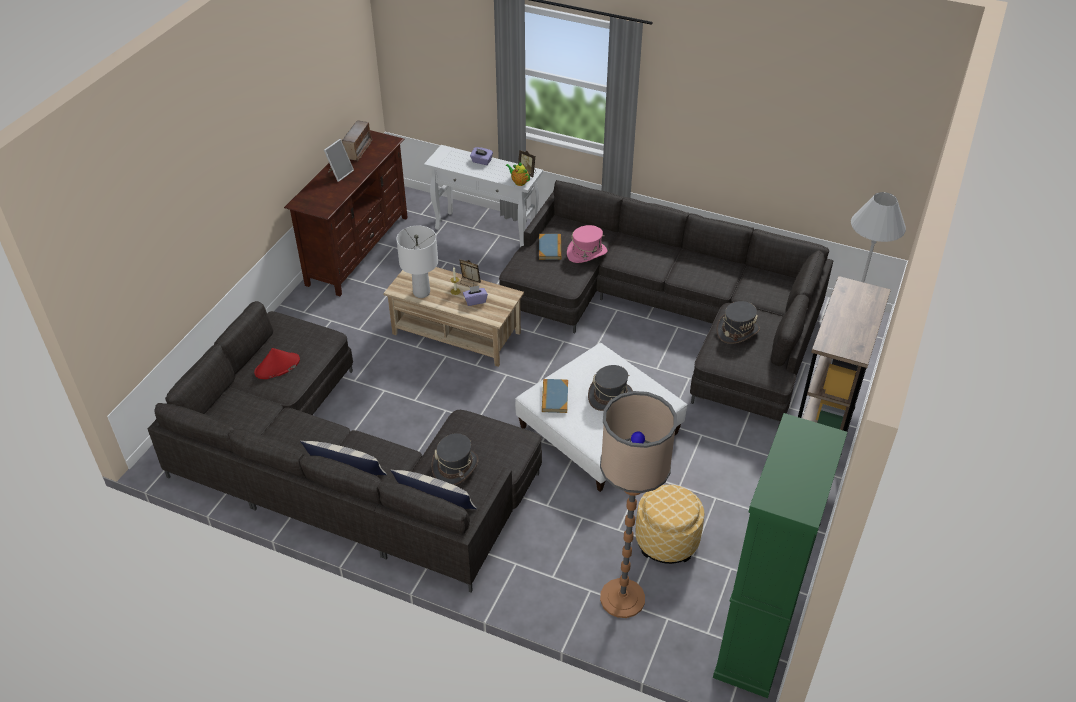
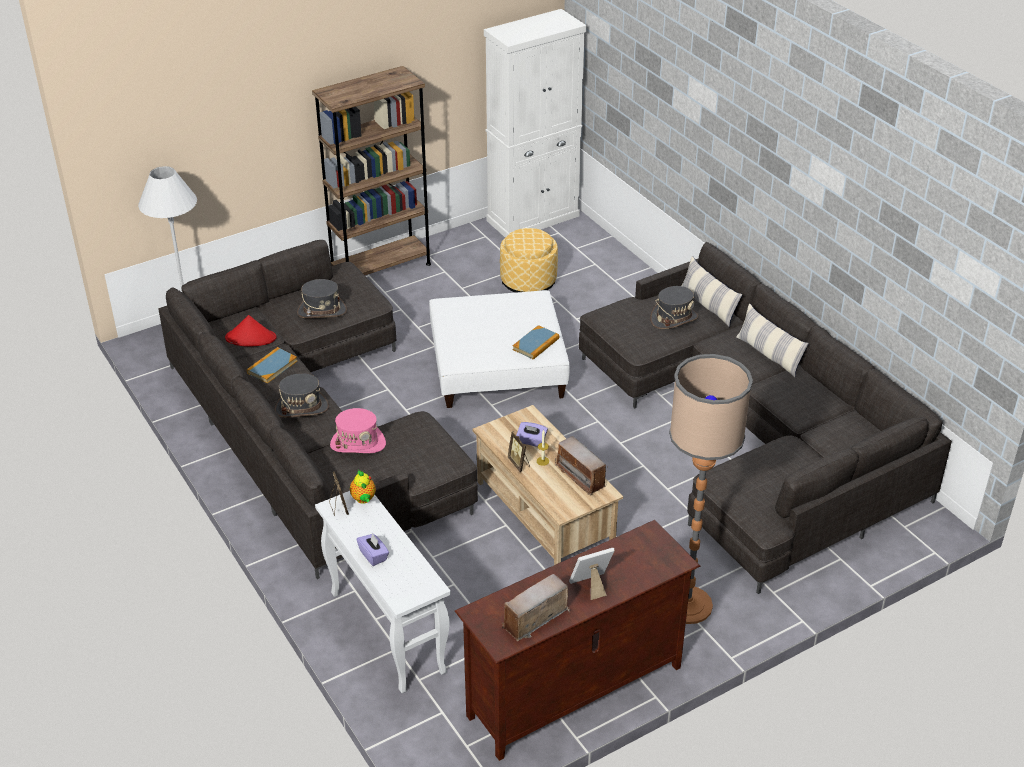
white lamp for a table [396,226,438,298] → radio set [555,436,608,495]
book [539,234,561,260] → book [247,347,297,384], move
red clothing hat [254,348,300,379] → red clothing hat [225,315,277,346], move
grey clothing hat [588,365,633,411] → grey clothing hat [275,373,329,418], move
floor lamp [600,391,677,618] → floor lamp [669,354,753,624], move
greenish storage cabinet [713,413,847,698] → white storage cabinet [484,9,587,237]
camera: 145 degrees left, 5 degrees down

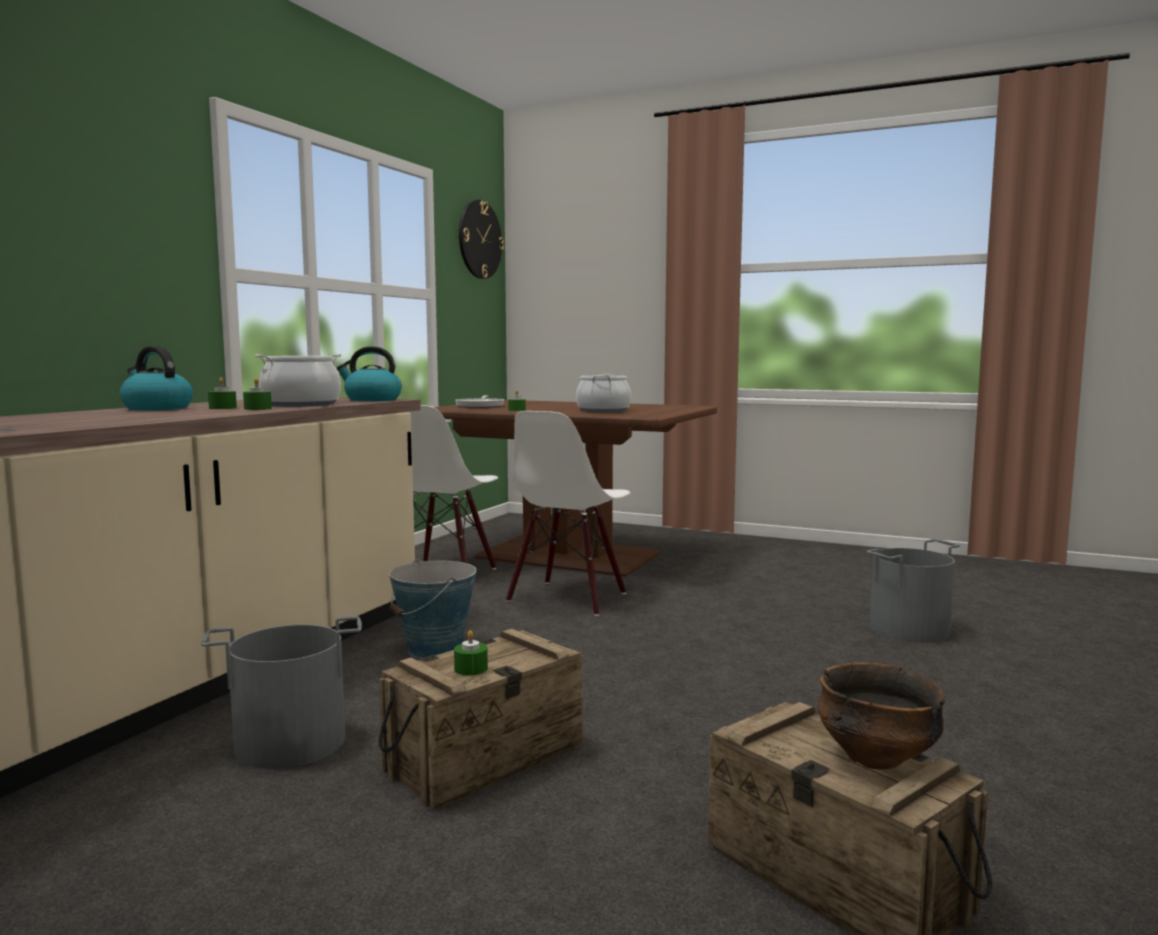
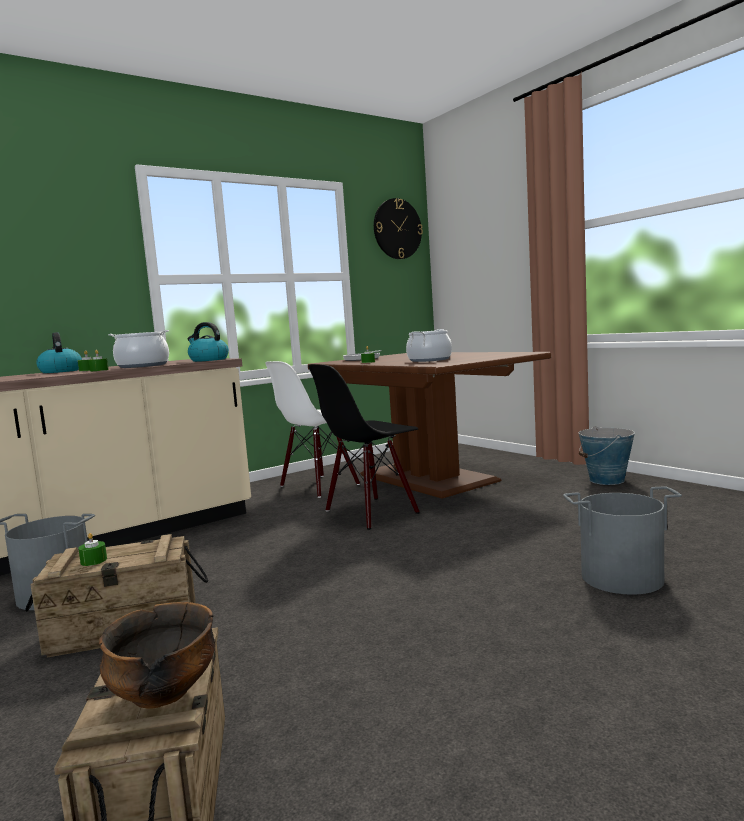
white plain chair [506,411,630,616] → black plain chair [308,364,420,530]
bucket [389,559,477,658] → bucket [578,426,635,485], move
camera: 30 degrees right, 0 degrees up

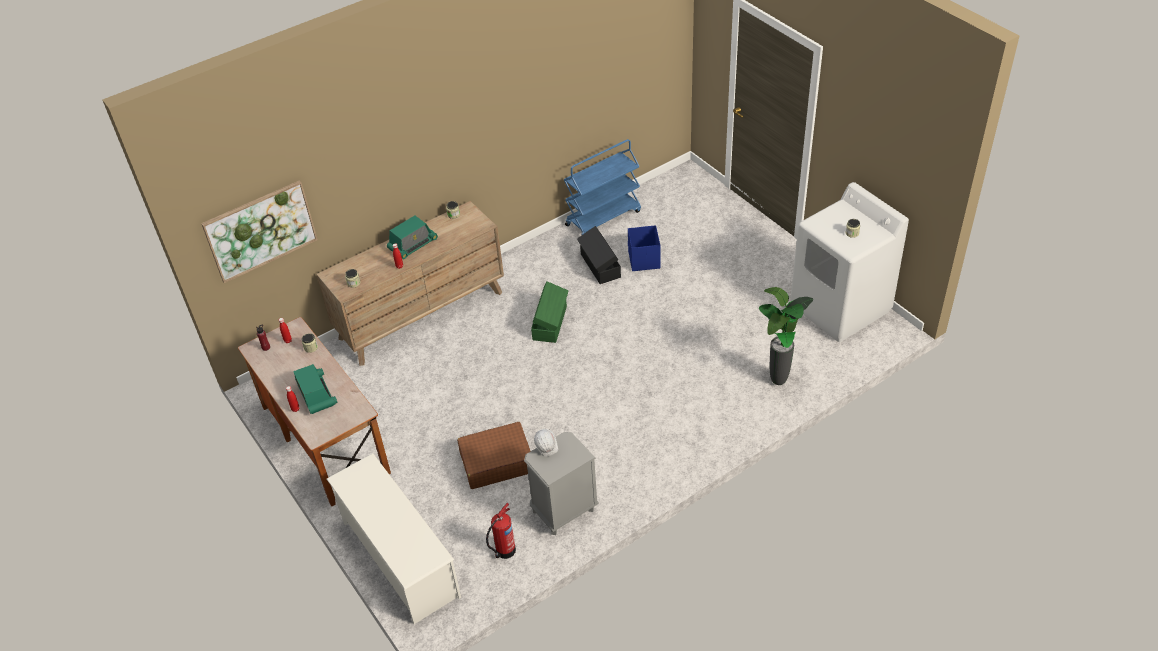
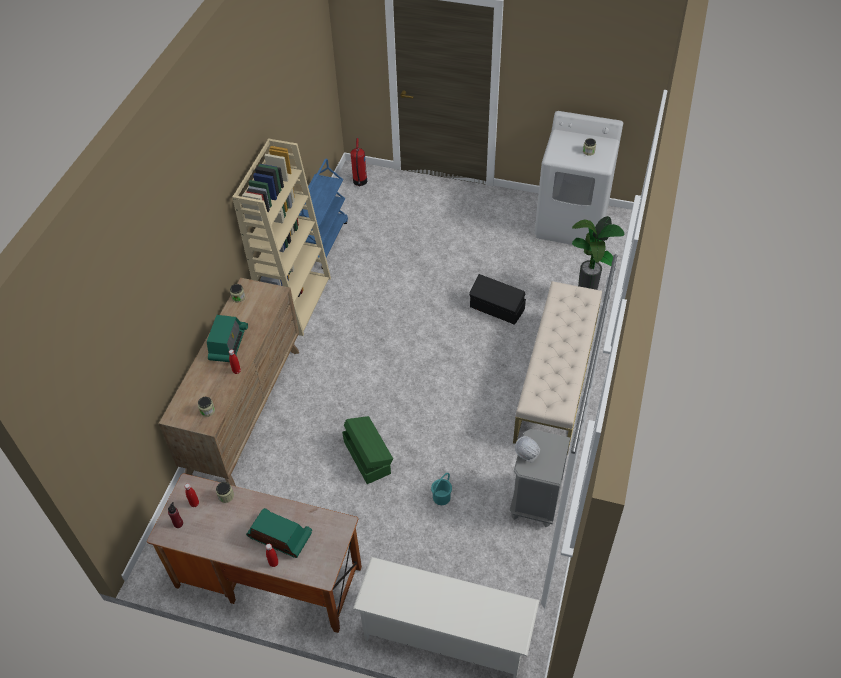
picture [201,180,318,283] → -
blue storage box [628,225,660,271] → -
black storage box [577,226,621,284] → black storage box [469,274,526,325], move
greenish storage box [531,281,568,343] → greenish storage box [342,416,393,484], move
brown-coloured suitcase [457,422,530,489] → blue-green bucket [431,473,452,505]
fire extinguisher [486,503,516,559] → fire extinguisher [351,138,367,187], move
- → beige bookshelf [232,139,331,336]
- → beige bench [513,281,602,455]
camera: 40 degrees left, 5 degrees up

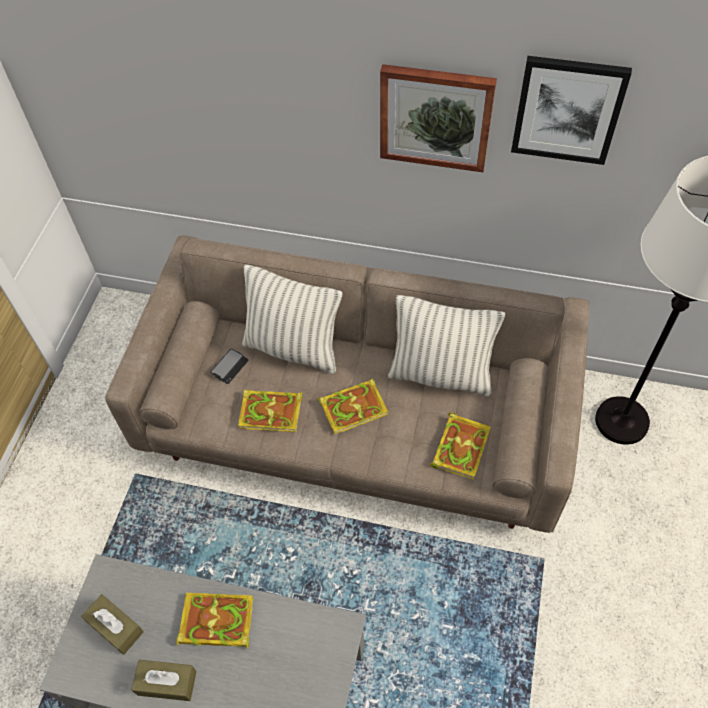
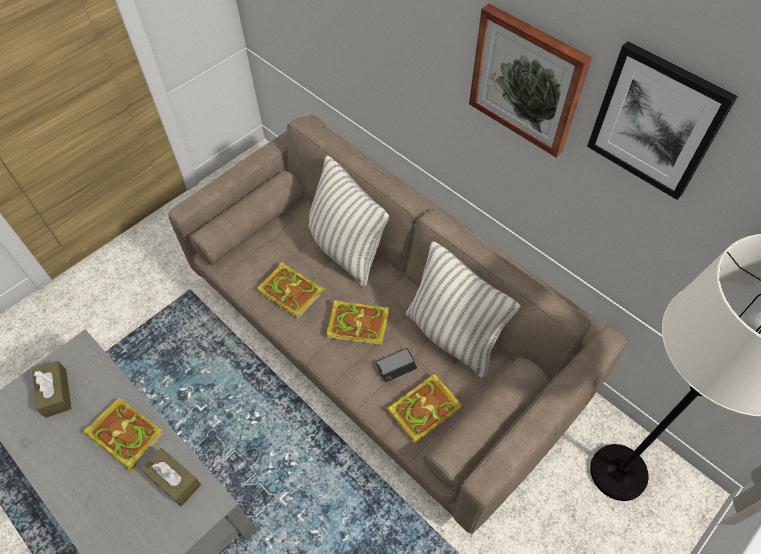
handset [210,349,248,384] → handset [375,348,417,382], move
brown-coloured box of tissues [131,660,197,701] → brown-coloured box of tissues [141,448,201,506], move
camera: 30 degrees right, 0 degrees up

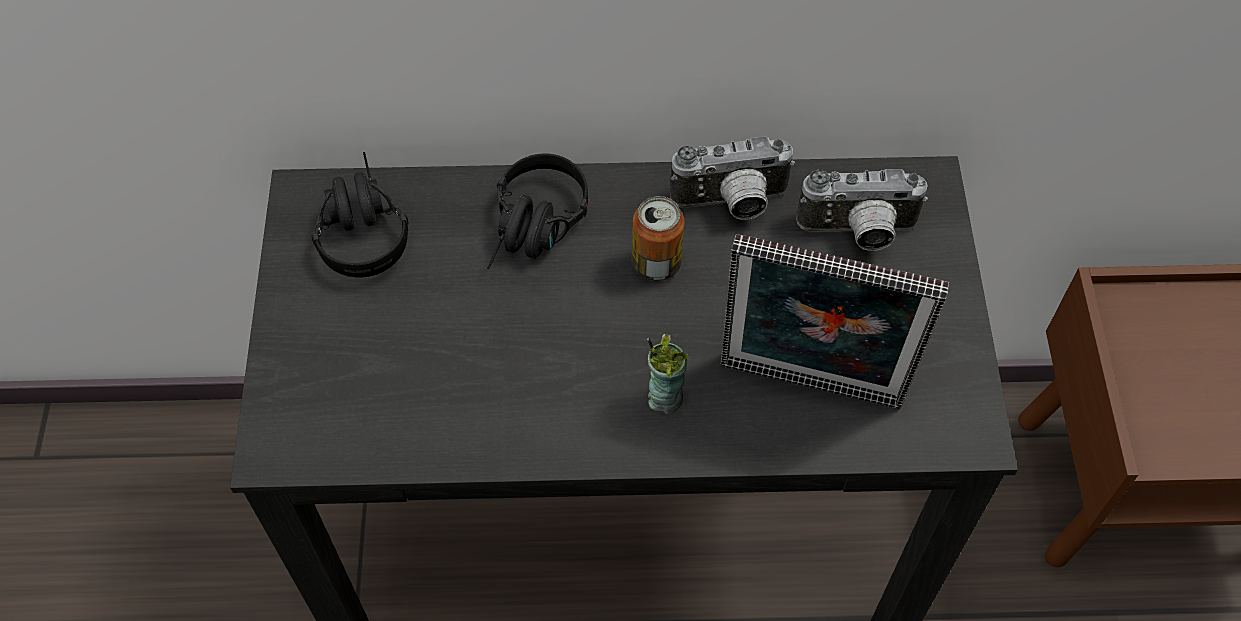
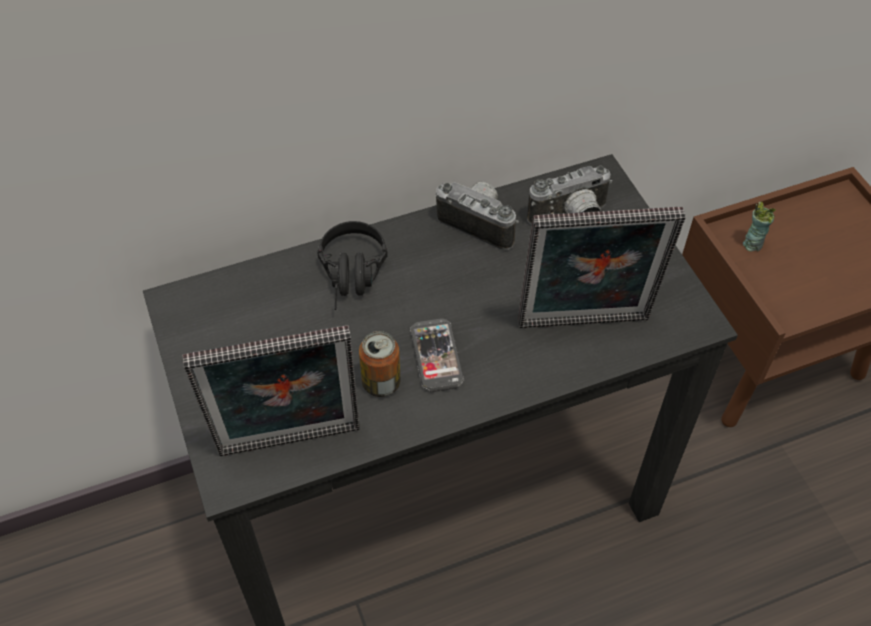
photo camera [670,136,795,220] → photo camera [436,181,519,250], 120 degrees counterclockwise
black pair of headphones [311,152,408,278] → -
can [632,196,685,281] → can [359,331,401,397], move
small cup [647,334,689,414] → small cup [743,201,776,251], move
- → handset [410,318,464,392]
- → photo frame [183,325,360,456]
camera: 20 degrees left, 5 degrees down

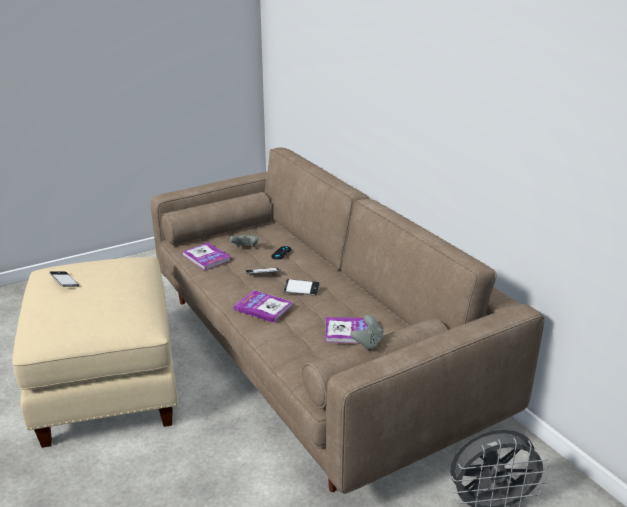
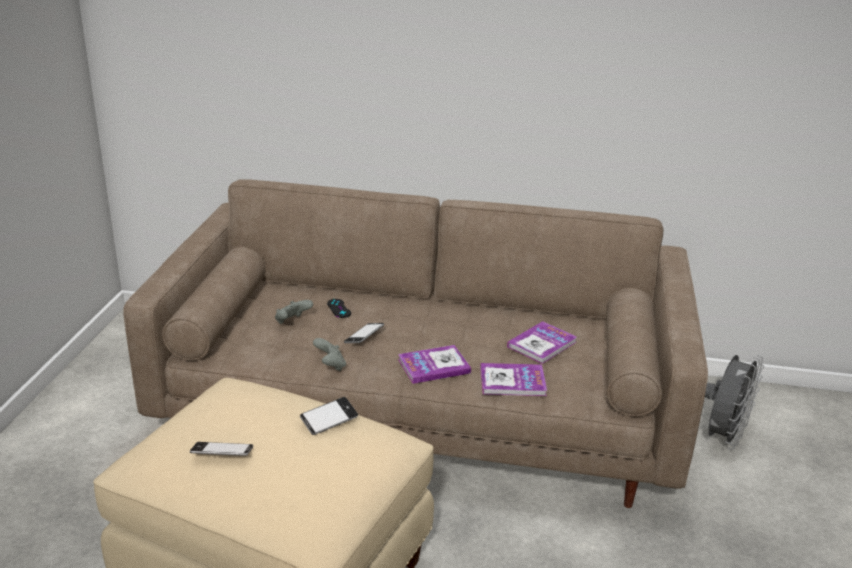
book [182,243,231,270] → book [480,363,547,396], move
handset [284,279,320,296] → handset [300,397,358,435], move
grey game controller [350,315,384,351] → grey game controller [313,338,346,371], move
camera: 50 degrees left, 0 degrees up

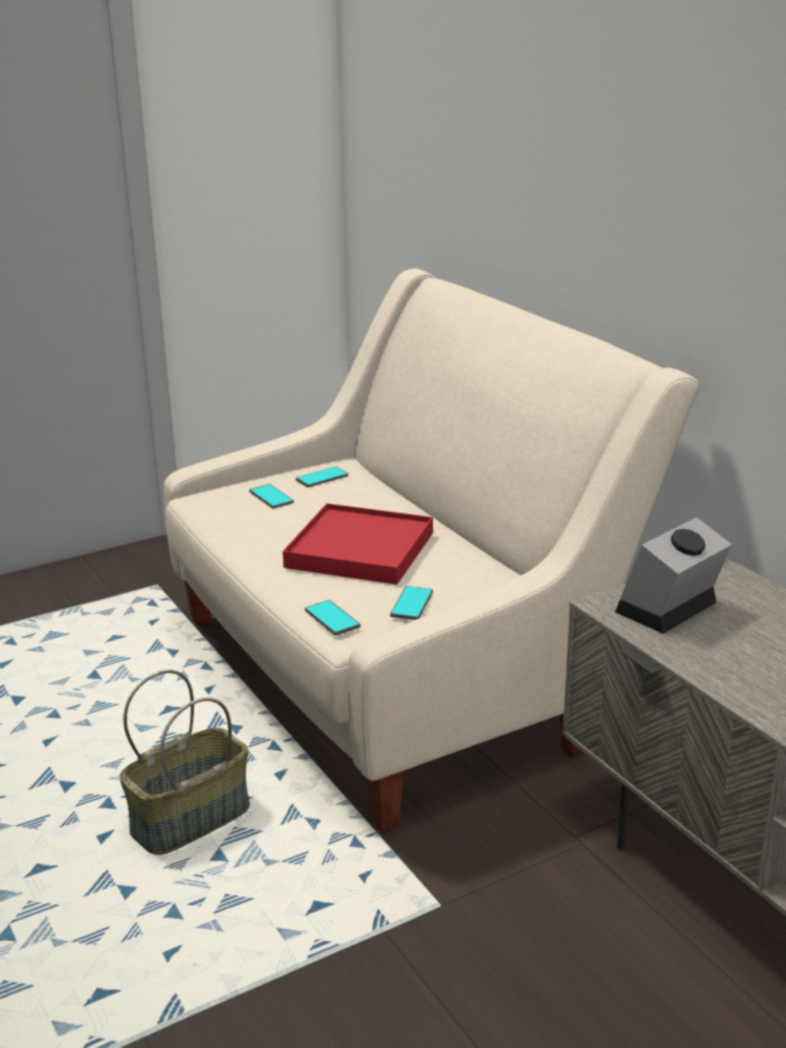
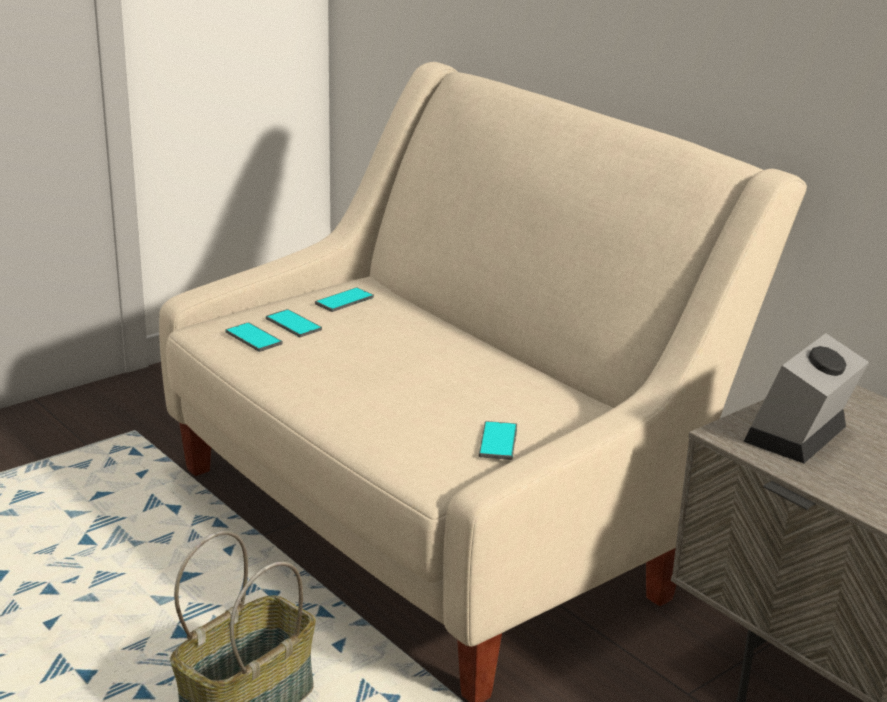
red serving tray [283,503,433,585] → -
handset [305,600,361,635] → handset [226,322,283,352], move
camera: 10 degrees left, 0 degrees up

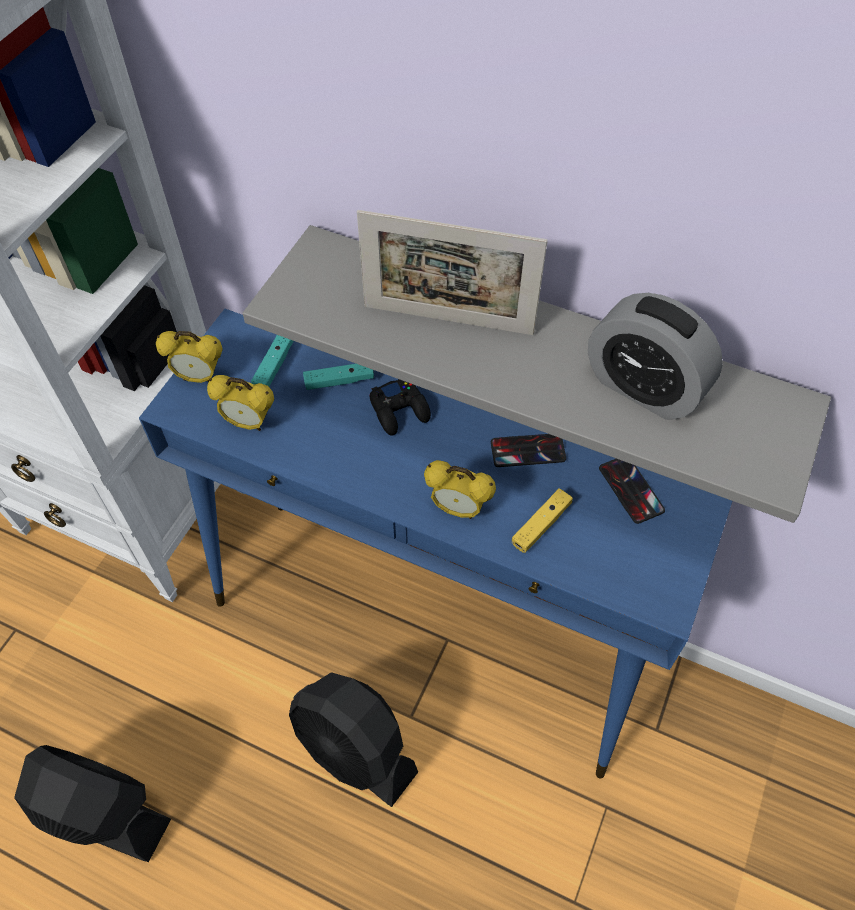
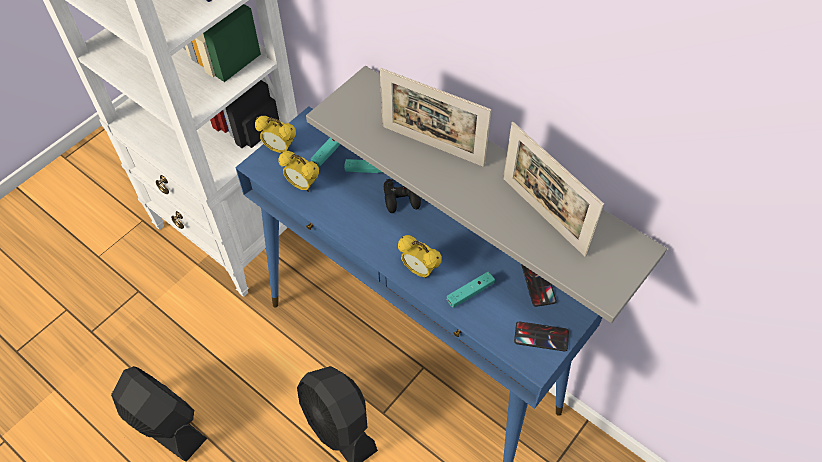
alarm clock [588,293,723,420] → photo frame [503,122,604,257]
handset [491,434,566,467] → handset [514,322,569,351], move
yellow-coloured game controller [512,488,573,553] → blue-green game controller [447,272,495,308]
camera: 15 degrees right, 0 degrees up

